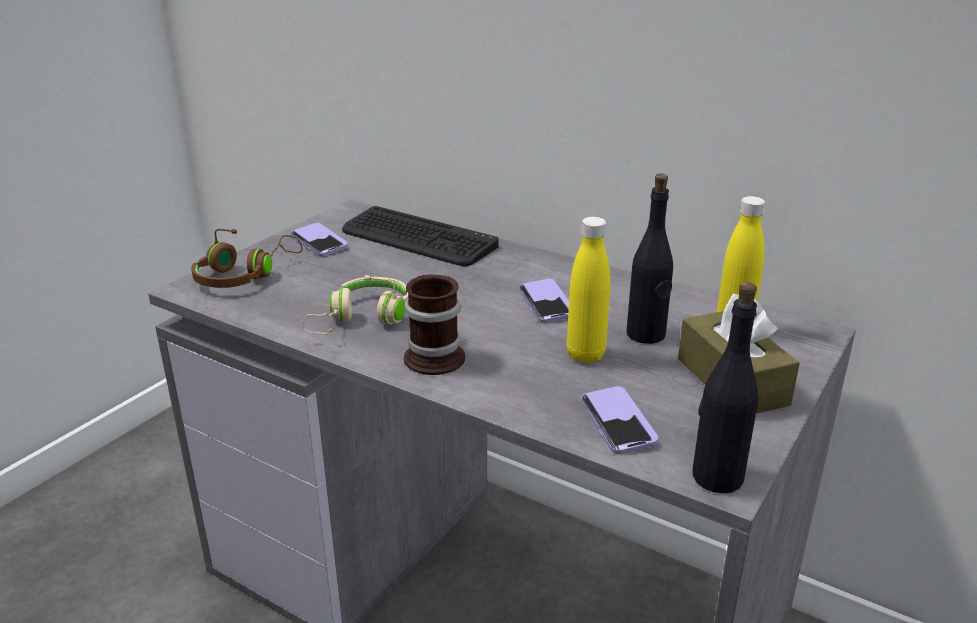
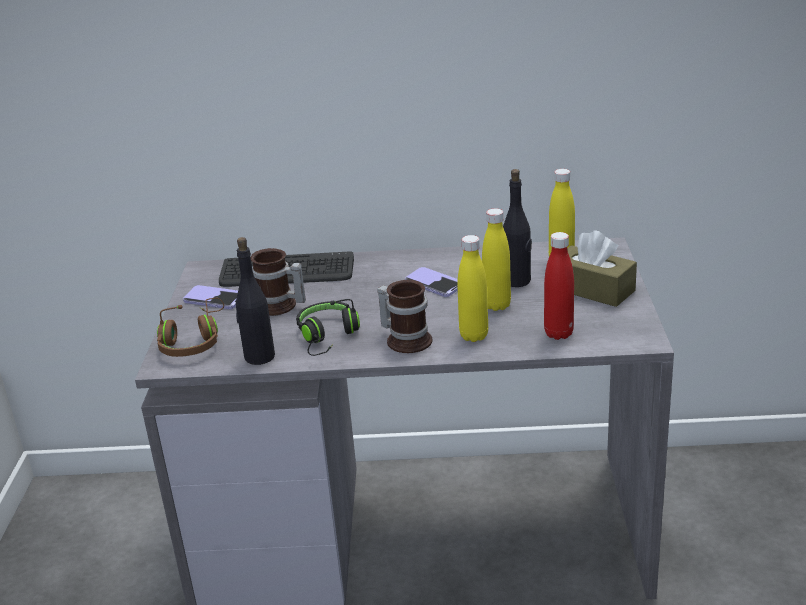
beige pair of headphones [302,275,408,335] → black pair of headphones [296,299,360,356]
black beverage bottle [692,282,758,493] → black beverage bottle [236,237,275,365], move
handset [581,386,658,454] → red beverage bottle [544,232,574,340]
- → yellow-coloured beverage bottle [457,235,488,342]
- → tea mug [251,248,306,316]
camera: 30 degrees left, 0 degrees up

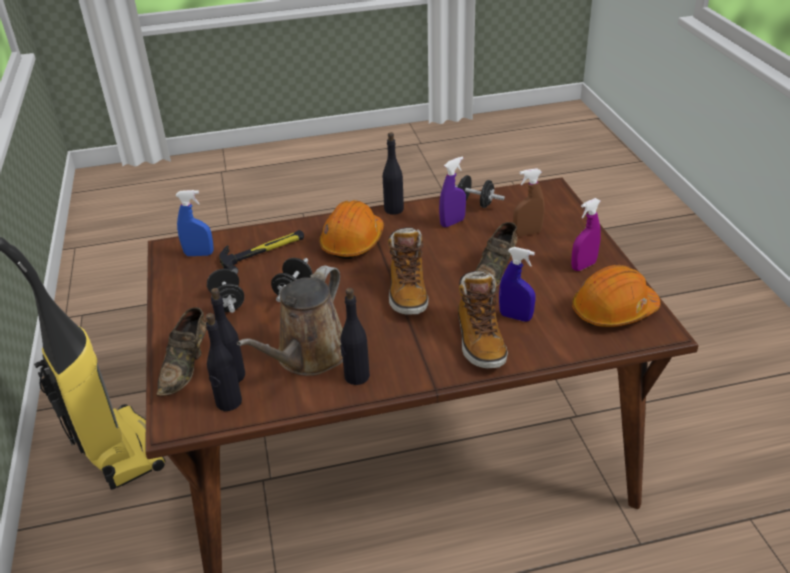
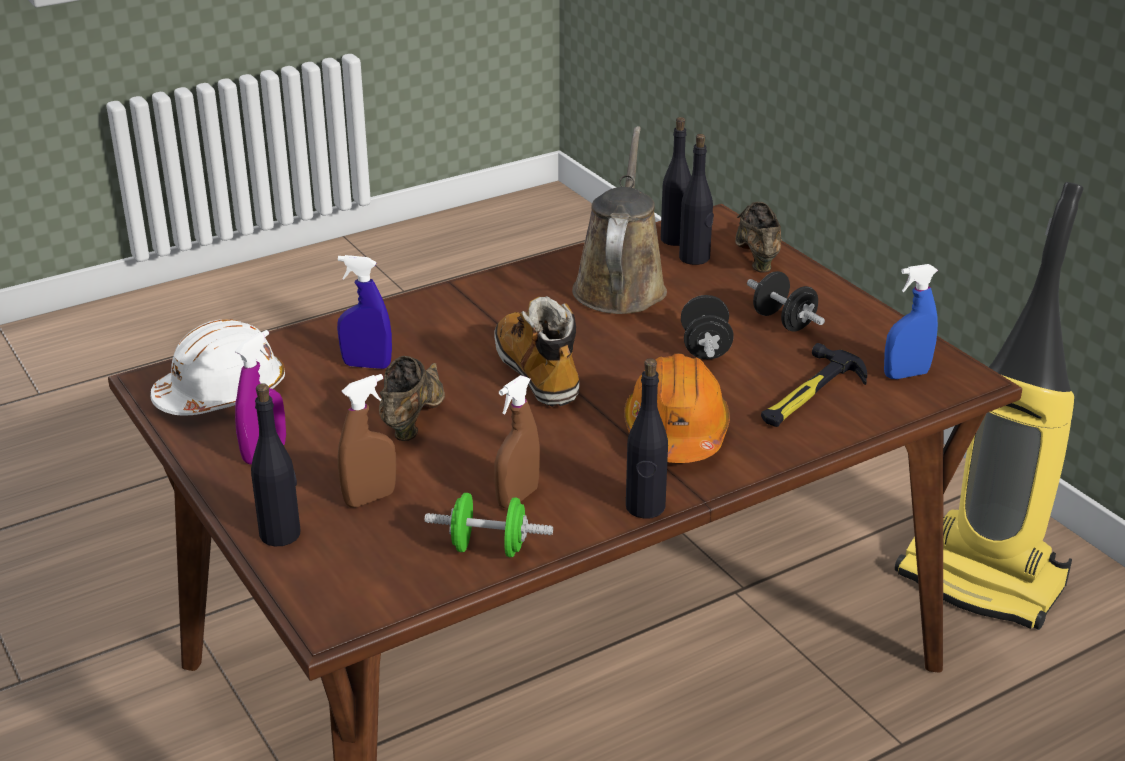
purple-coloured hand sprayer [439,157,466,227] → brown-coloured hand sprayer [494,375,540,508]
black dumbbell [455,175,505,208] → greenish dumbbell [425,493,553,557]
orange-coloured safety helmet [572,265,660,327] → white safety helmet [151,319,285,415]
boot [458,271,508,368] → -
black beverage bottle [340,288,370,385] → black beverage bottle [251,383,300,546], move
camera: 160 degrees right, 5 degrees down

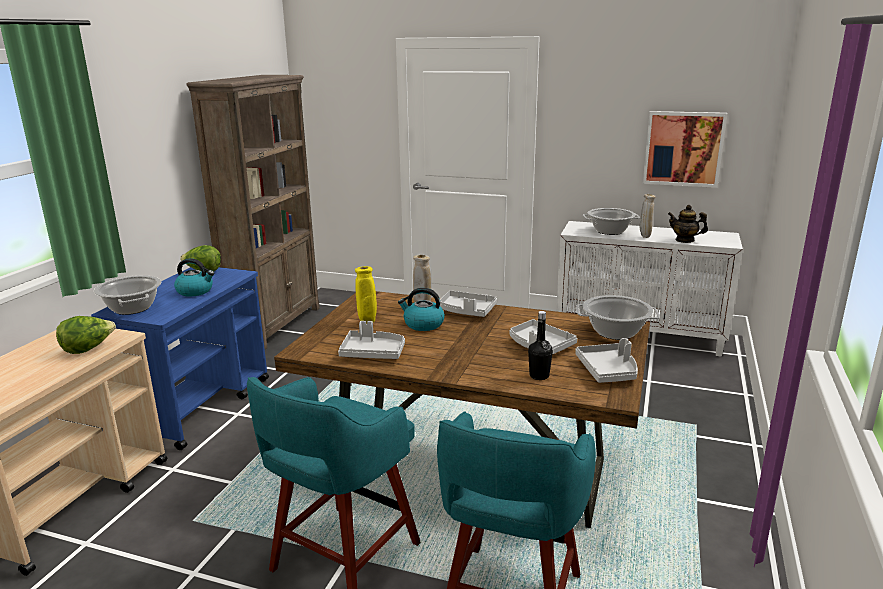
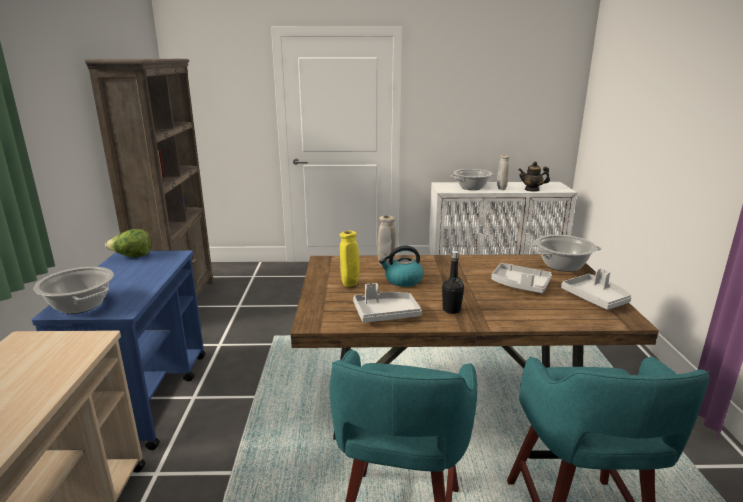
picture [643,111,728,188] → -
kettle [174,258,214,297] → -
grey serving tray [440,290,497,317] → -
black beverage bottle [528,311,553,380] → black beverage bottle [442,251,464,314], move
head of lettuce [56,316,116,354] → -
camera: 20 degrees left, 0 degrees up

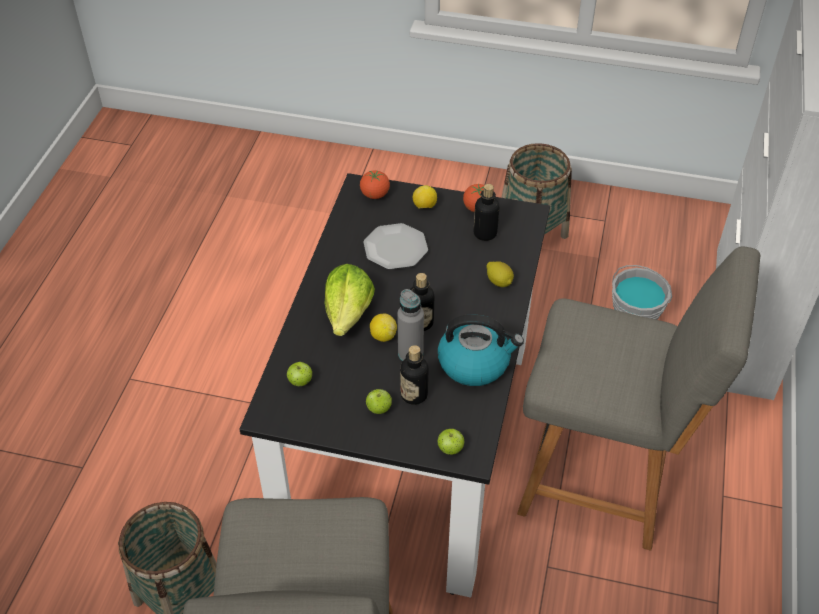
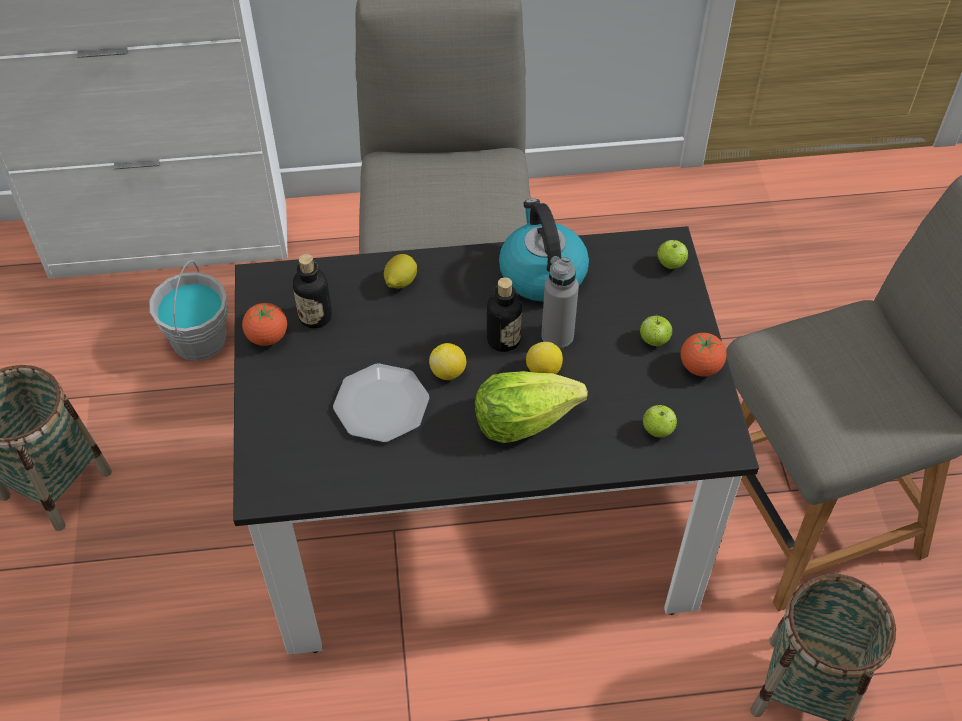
tomato [360,170,390,199] → tomato [681,333,727,376], move
lemon [413,185,437,208] → lemon [429,343,466,380], move
beverage bottle [400,345,428,405] → -
camera: 110 degrees left, 5 degrees up

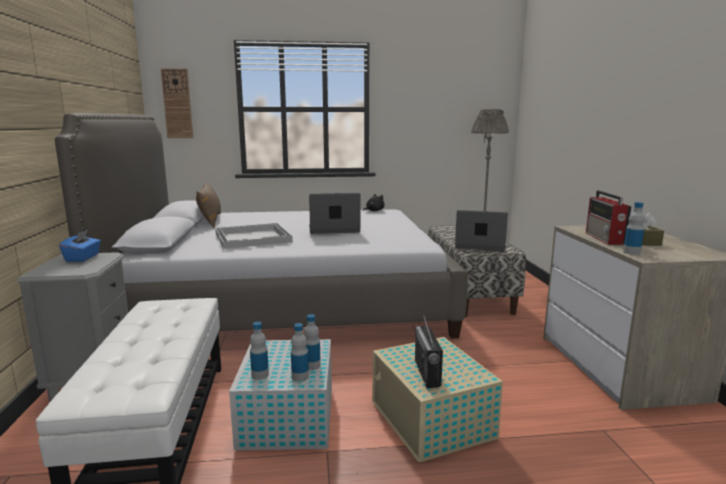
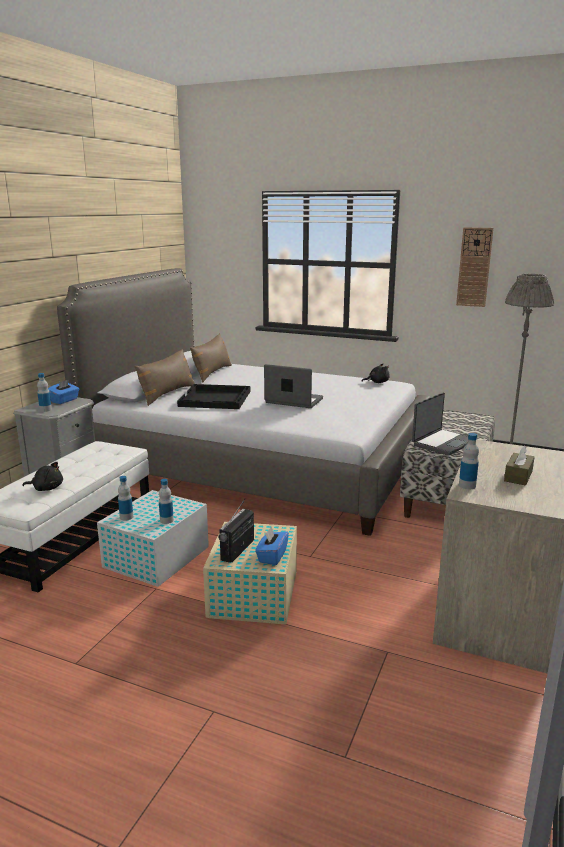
clock on the wall [161,68,193,138] → clock on the wall [456,227,494,307], move
radio set [586,190,631,245] → -
portable computer [455,210,508,251] → portable computer [412,393,468,456], 90 degrees clockwise
white serving tray [215,223,293,249] → black serving tray [177,384,250,409]
beverage bottle [291,323,309,382] → beverage bottle [37,373,52,412], move
- → brown-coloured throw pillow [134,349,195,406]
- → black cuddly toy [22,462,63,491]
- → blue box of tissues [255,526,289,565]
camera: 30 degrees right, 5 degrees up

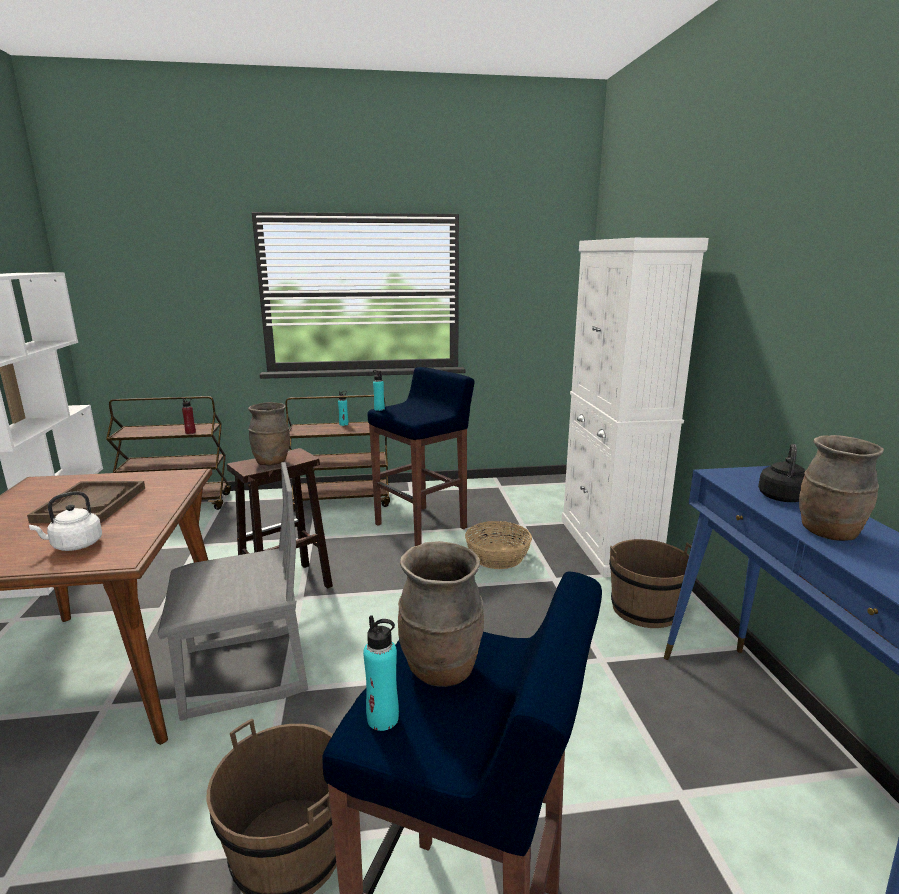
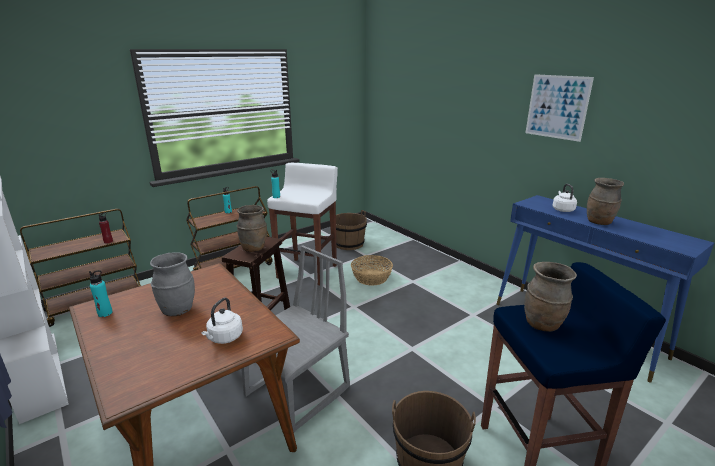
white storage cabinet [562,238,709,577] → -
blue stool [368,367,475,546] → white stool [267,163,338,286]
black kettle [758,444,805,502] → white kettle [553,184,577,212]
brown-coloured serving tray [27,481,145,523] → grey vase [150,252,195,316]
brown-coloured bucket [609,539,692,628] → brown-coloured bucket [336,210,367,250], move
blue-green beverage bottle [363,615,399,731] → blue-green beverage bottle [89,270,112,317], move
- → picture [526,74,594,142]
camera: 30 degrees left, 5 degrees up

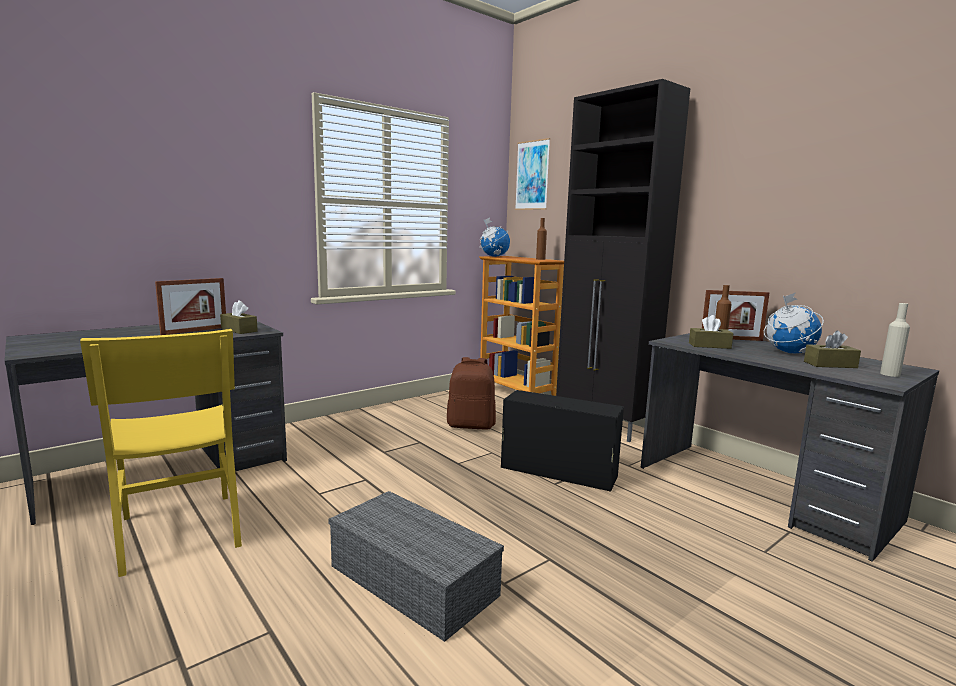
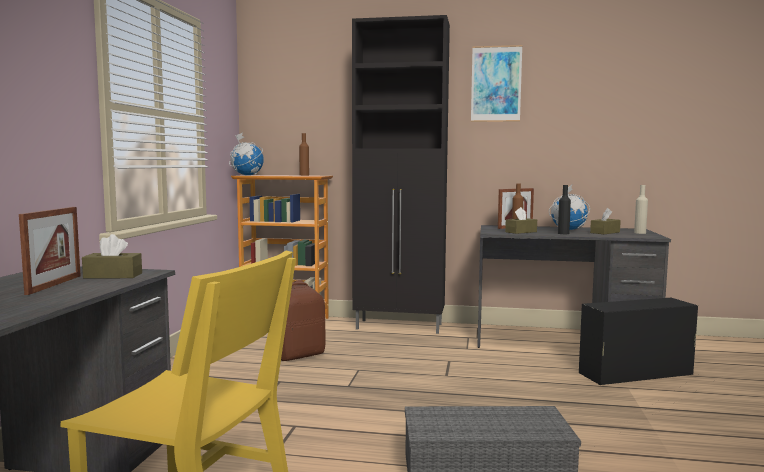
picture [515,138,550,210] → picture [471,45,522,122], move
black storage box [501,390,624,492] → black storage box [579,298,698,385], move
- → black beverage bottle [558,185,571,234]
camera: 40 degrees left, 5 degrees down

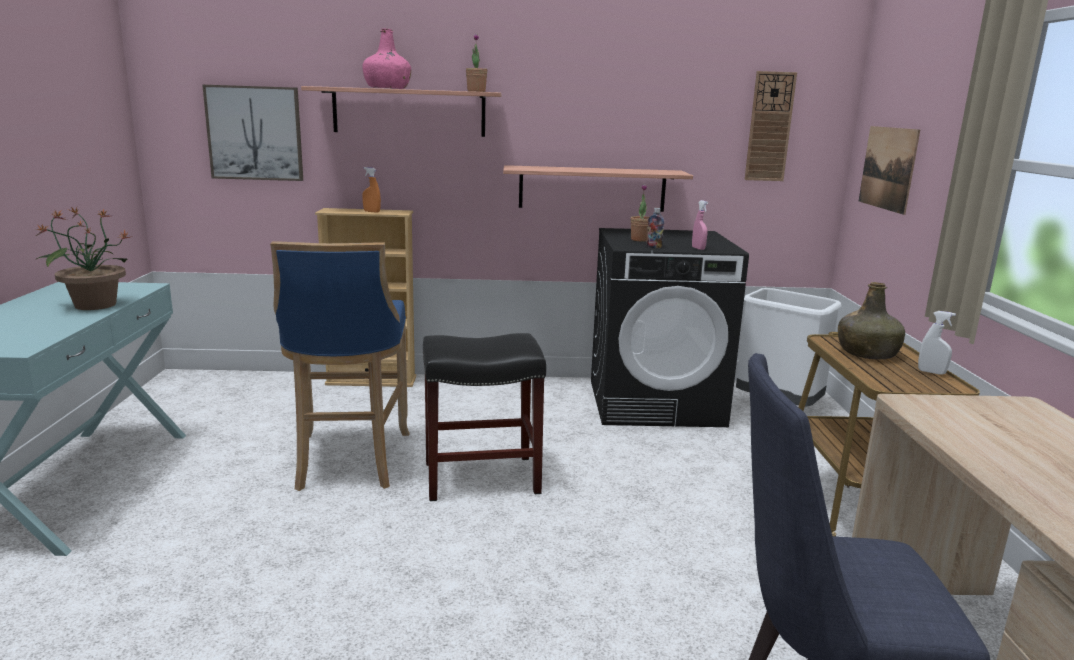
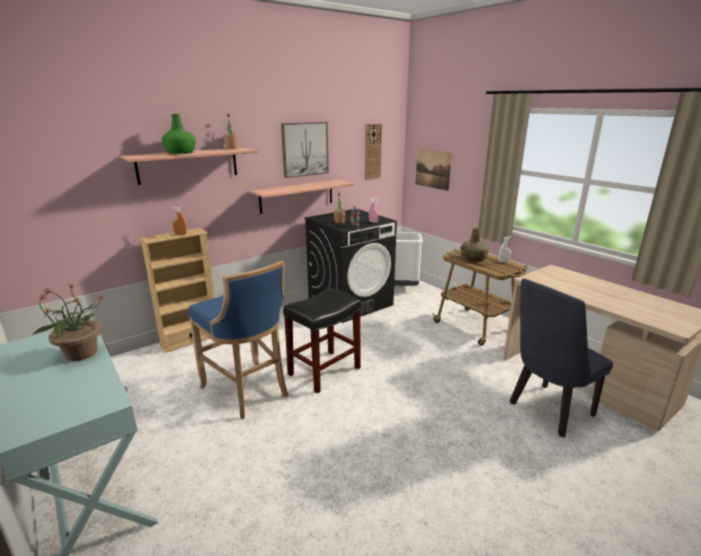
pink-coloured beverage bottle [362,28,411,89] → greenish beverage bottle [162,114,196,154]
picture [202,85,303,181] → picture [281,122,329,178], move
camera: 35 degrees left, 5 degrees up

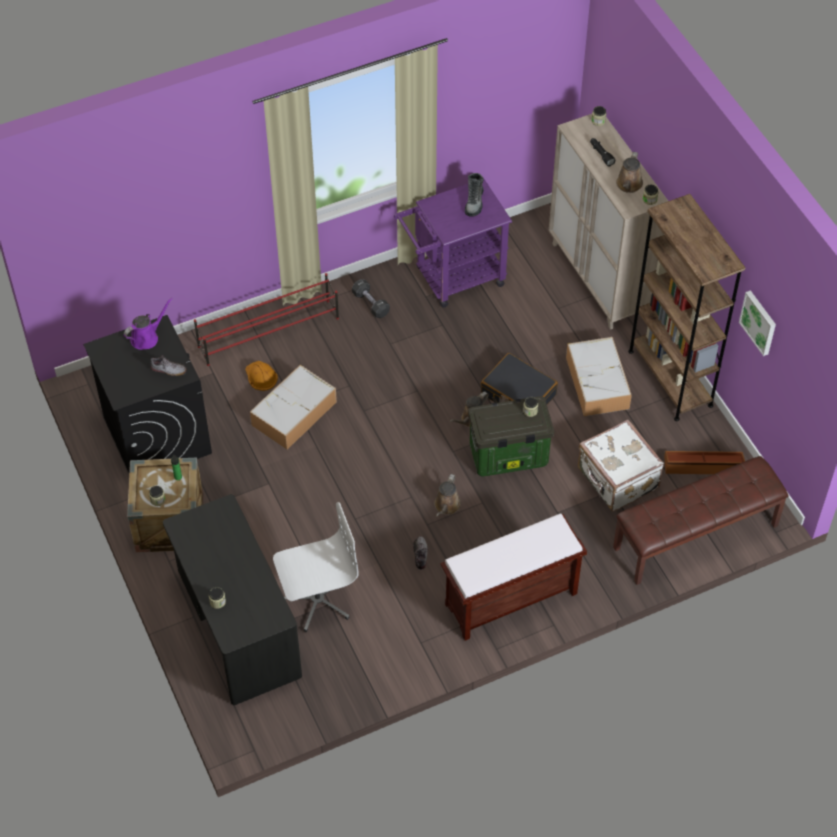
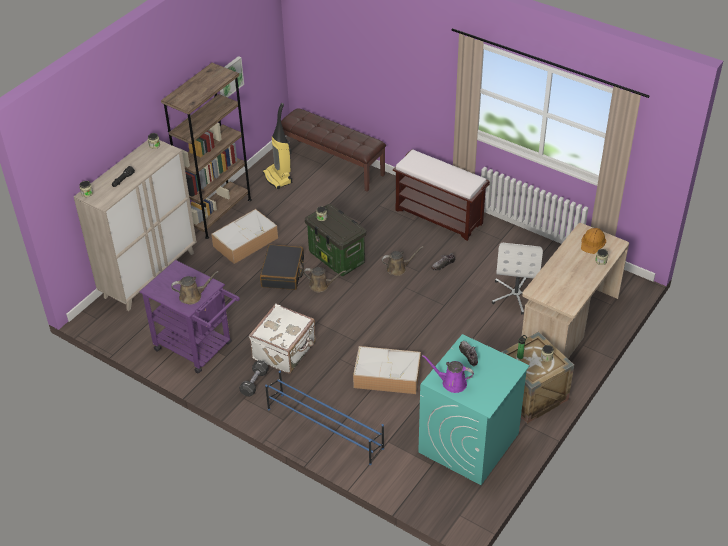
brown-coloured watering can [616,152,643,193] → brown-coloured watering can [171,271,219,305], move
boot [465,173,484,217] → -
red shoe rack [194,273,339,366] → blue shoe rack [265,371,384,465]
black laundry appliance [83,315,212,472] → blue-green laundry appliance [418,334,530,485]
orange-coloured safety helmet [245,361,278,391] → orange-coloured safety helmet [581,228,606,254], move
white suitcase [578,420,664,511] → white suitcase [249,304,316,373], move
brown-coloured storage box [664,451,745,474] → vacuum cleaner [263,103,292,189]
black desk table [163,494,302,705] → beige desk table [522,223,629,359]
white desk chair [273,502,359,632] → white desk chair [492,243,543,314], 120 degrees counterclockwise
camera: 120 degrees left, 10 degrees down

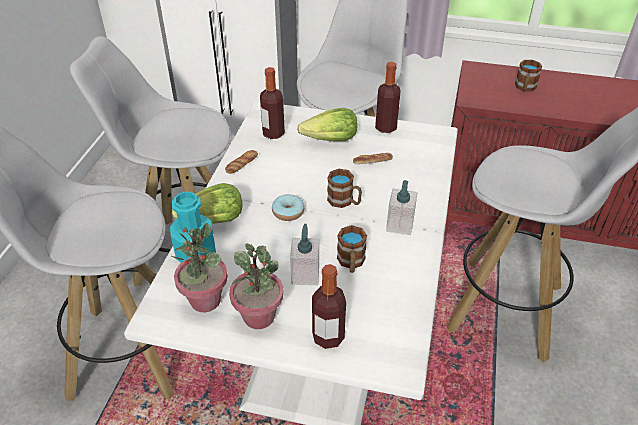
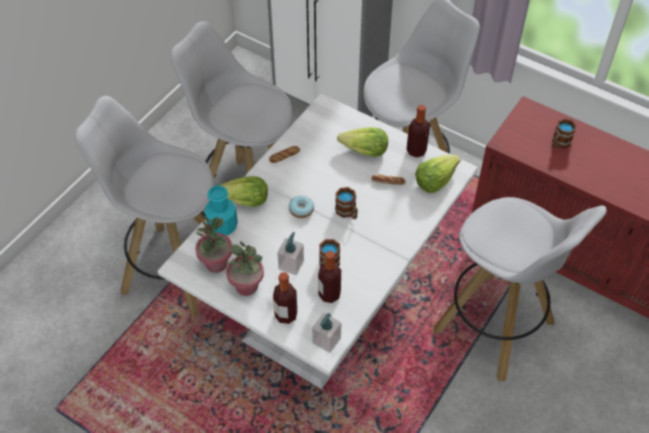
beverage bottle [260,67,285,139] → beverage bottle [318,251,341,303], move
liquid soap bottle [386,180,417,235] → liquid soap bottle [312,313,341,353], move
- → head of lettuce [415,155,460,193]
camera: 20 degrees right, 10 degrees up

